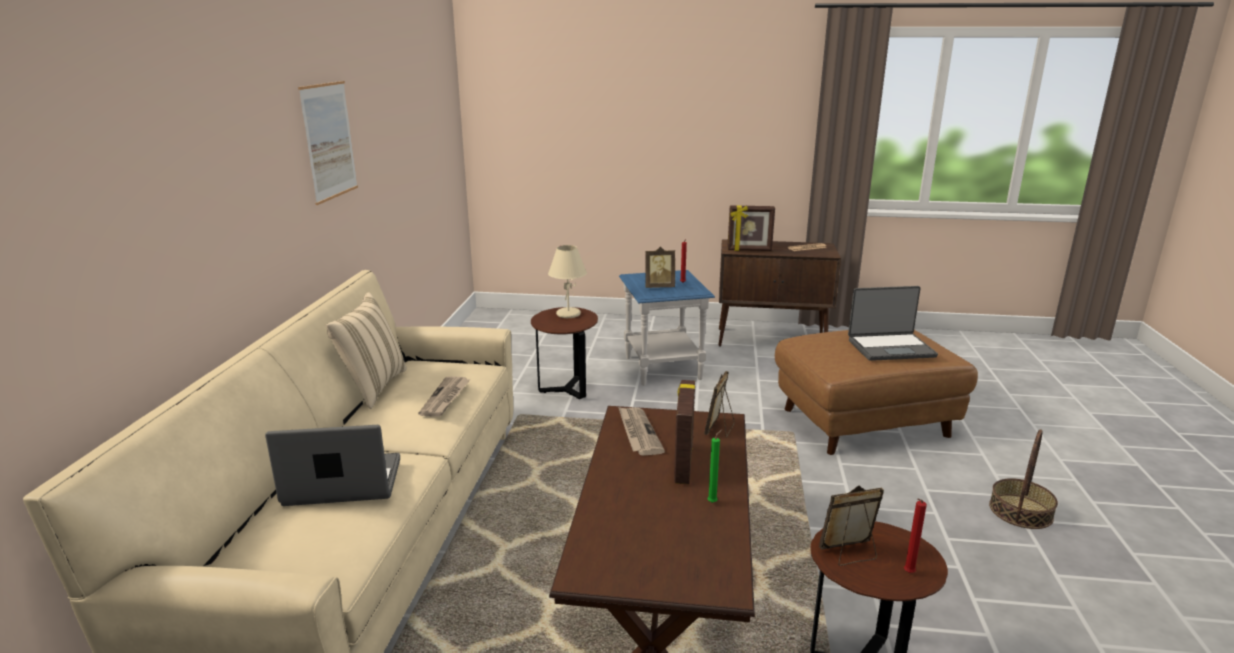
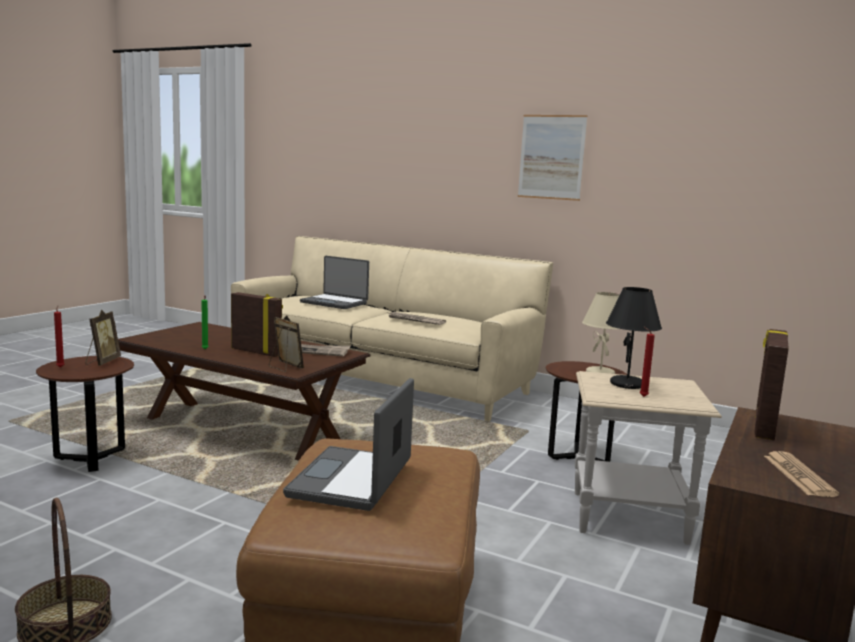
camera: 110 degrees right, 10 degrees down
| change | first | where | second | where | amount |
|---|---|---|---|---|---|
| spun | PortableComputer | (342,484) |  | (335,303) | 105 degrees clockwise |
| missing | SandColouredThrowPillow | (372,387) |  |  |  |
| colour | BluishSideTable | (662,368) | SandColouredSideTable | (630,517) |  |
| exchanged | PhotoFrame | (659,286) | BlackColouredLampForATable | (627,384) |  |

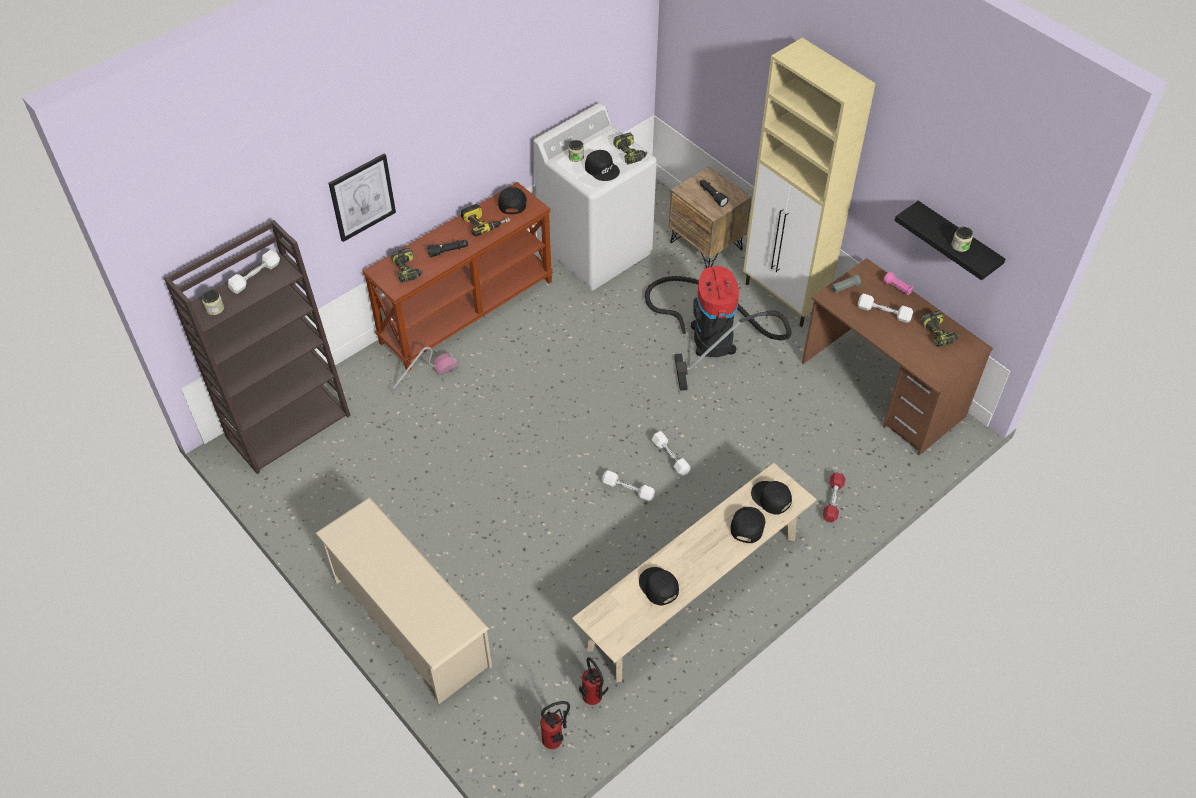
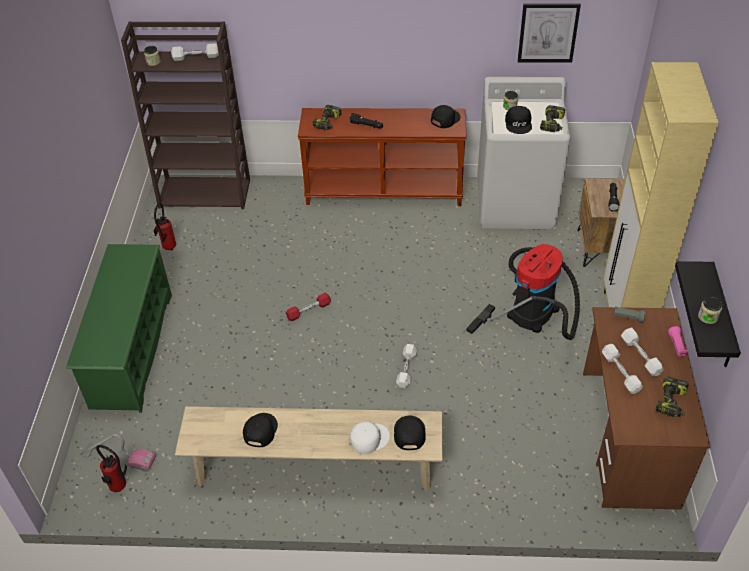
camera: 45 degrees right, 5 degrees down
| change | first | where | second | where | amount |
|---|---|---|---|---|---|
| colour | SandColouredShoeShelf | (410,622) | GreenishShoeShelf | (132,350) |  |
| relocated | WallArt | (362,197) |  | (548,33) |  |
| relocated | Vacuum | (423,376) |  | (119,457) |  |
| missing | PowerDrill | (485,222) |  |  |  |
| relocated | Extinguisher | (593,701) |  | (168,249) |  |
| relocated | WhitishHandWeight | (628,489) |  | (620,373) |  |
| colour | BlackColouredPeakedCap | (747,525) | WhitishPeakedCap | (368,438) |  |
| relocated | RedHandWeight | (833,501) |  | (309,310) |  |

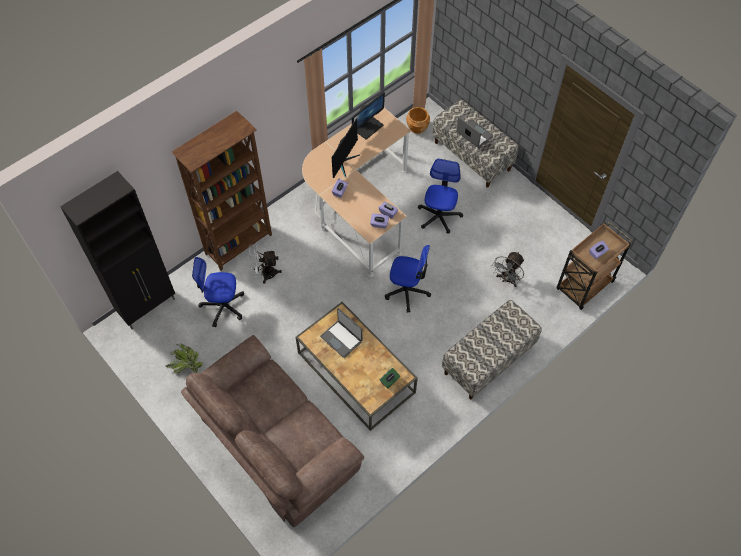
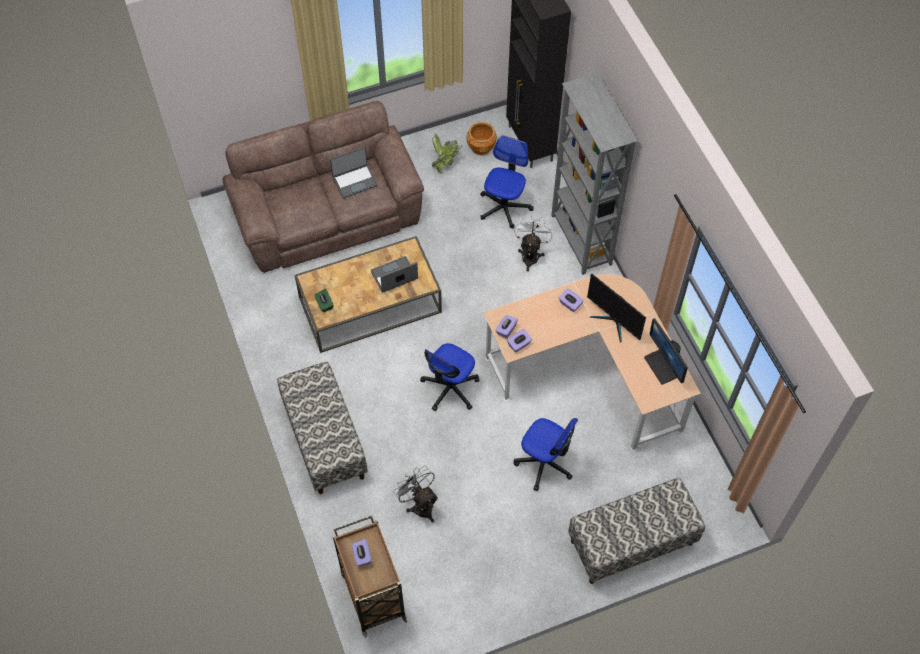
camera: 110 degrees right, 0 degrees up
| change | first | where | second | where | amount |
|---|---|---|---|---|---|
| colour | BrownShelvingUnit | (239,244) | GreyShelvingUnit | (580,240) |  |
| relocated | BrownPlantPot | (417,127) |  | (481,147) |  |
| relocated | PortableComputer | (474,135) |  | (354,181) |  |

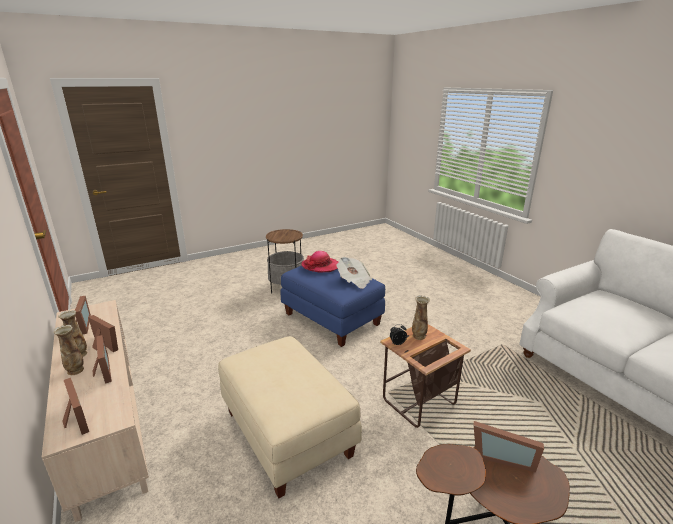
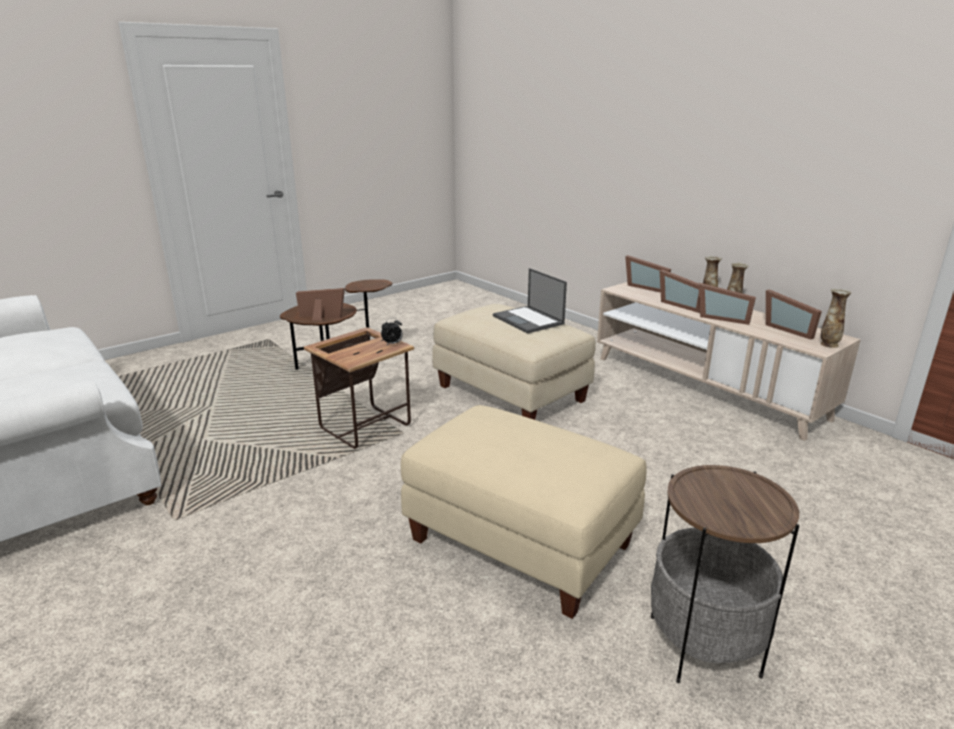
camera: 170 degrees right, 0 degrees up
| change | first | where | second | where | amount |
|---|---|---|---|---|---|
| colour | BluishFootrest | (332,319) | SandColouredFootrest | (518,543) |  |
| missing | Hat | (320,266) |  |  |  |
| missing | Newspaper | (354,281) |  |  |  |
| relocated | FlowerVase | (418,336) |  | (829,344) |  |
| appeared |  |  | PortableComputer | (529,320) |  |

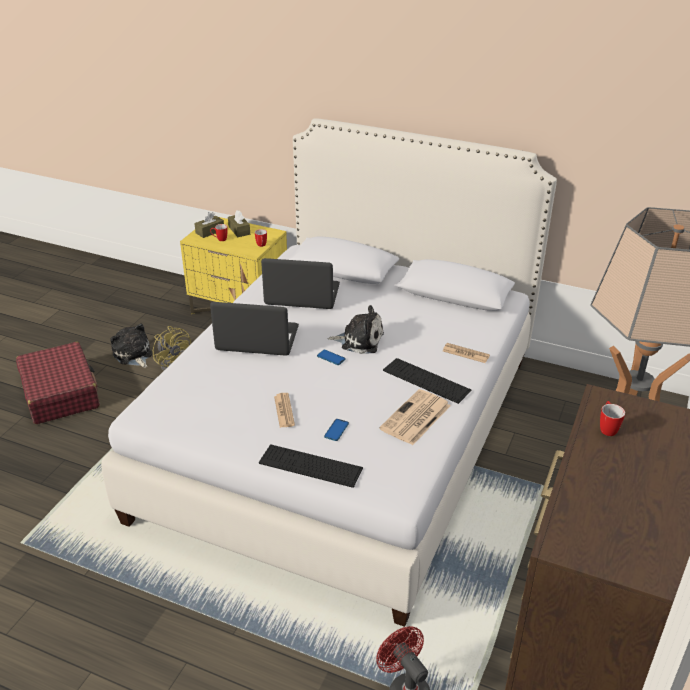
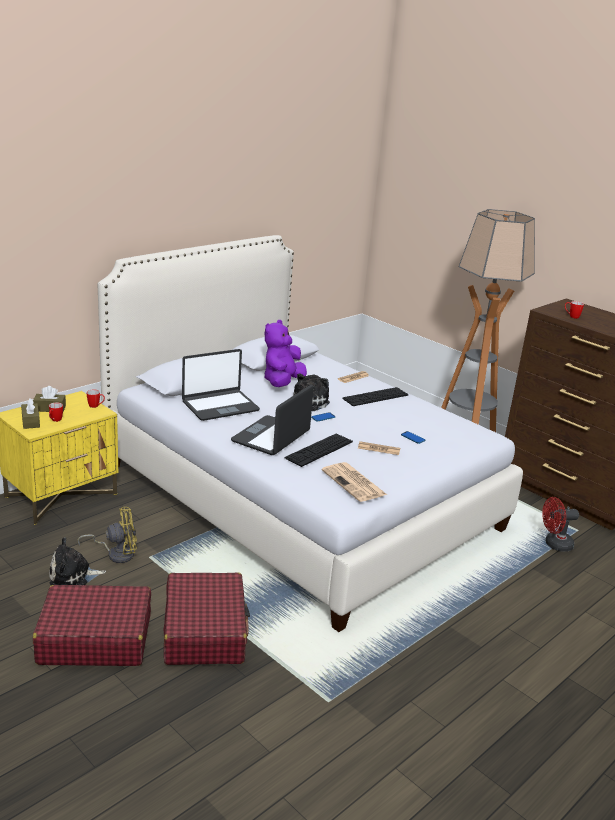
camera: 70 degrees left, 10 degrees down
| change | first | where | second | where | amount |
|---|---|---|---|---|---|
| relocated | PcKeyboard | (310,466) |  | (319,450) |  |
| spun | PortableComputer | (302,296) |  | (220,406) | 150 degrees counterclockwise |
| relocated | Newspaper | (415,418) |  | (354,483) |  |
| appeared |  |  | RedTravelCase | (205,631) |  |
| appeared |  |  | PurplePlushToy | (282,382) |  |

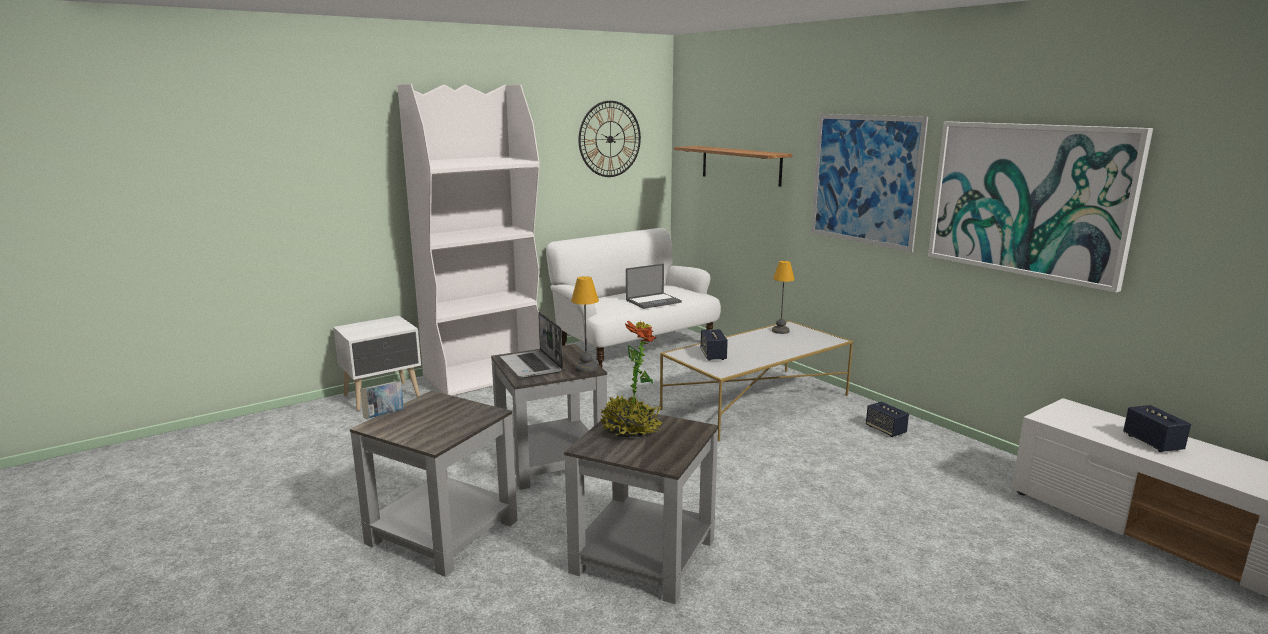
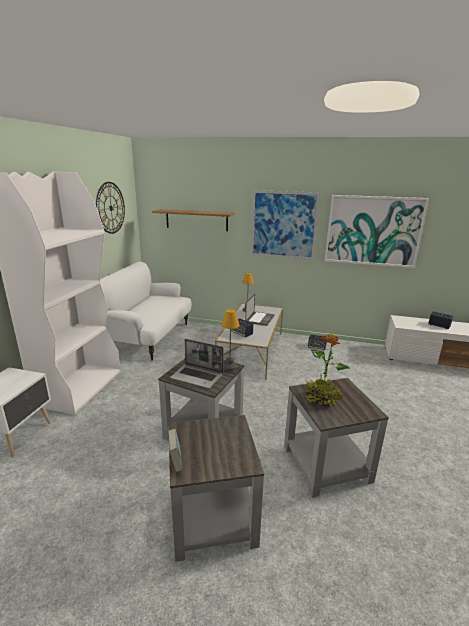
camera: 40 degrees left, 5 degrees up
| change | first | where | second | where | amount |
|---|---|---|---|---|---|
| relocated | PortableComputer | (654,301) |  | (260,318) |  |

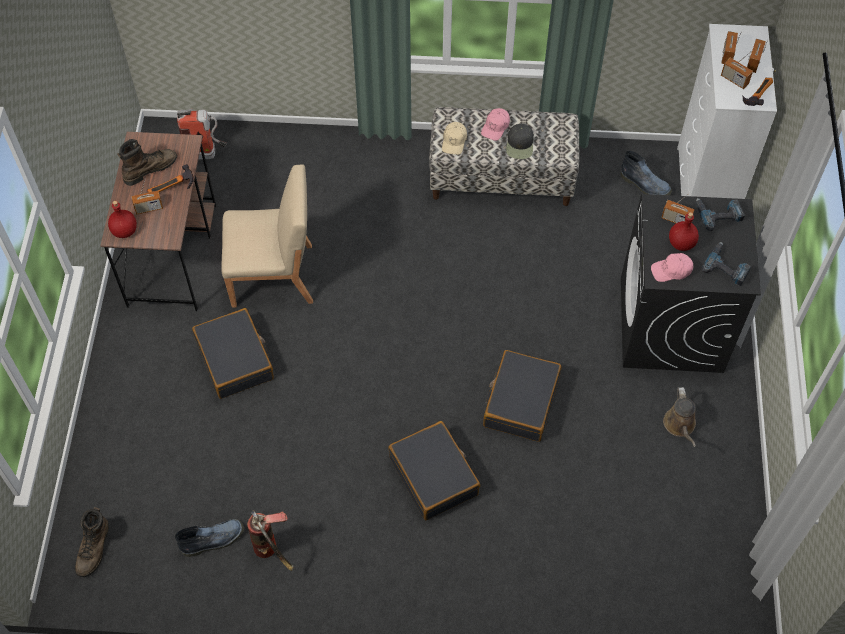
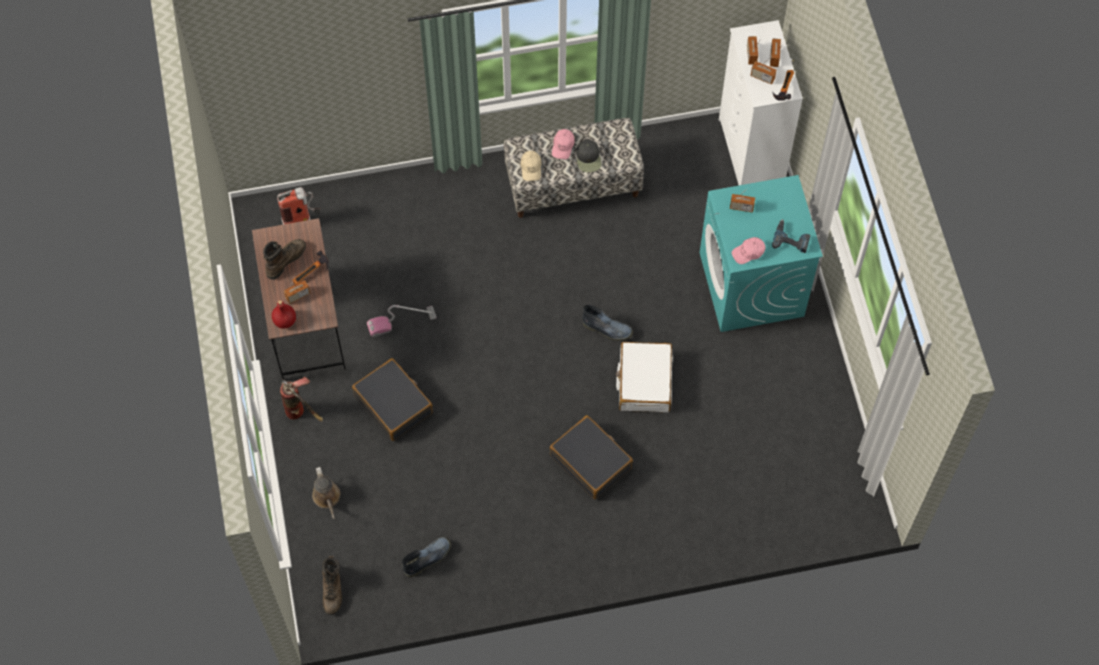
camera: 15 degrees left, 5 degrees up
| change | first | where | second | where | amount |
|---|---|---|---|---|---|
| exchanged | SandColouredChair | (274,276) | Vacuum | (401,322) |  |
| relocated | Extinguisher | (273,552) |  | (301,413) |  |
| colour | BlackColouredTravelCase | (520,401) | WhitishTravelCase | (644,382) |  |
| relocated | TallBoot | (646,185) |  | (608,329) |  |
| colour | BlackColouredLaundryMachine | (671,325) | BlueGreenLaundryMachine | (752,285) |  |
| relocated | BrownWateringPot | (680,425) |  | (327,498) |  |
| missing | RedDrinkBottle | (681,243) |  |  |  |
| missing | PowerDrill | (718,214) |  |  |  |

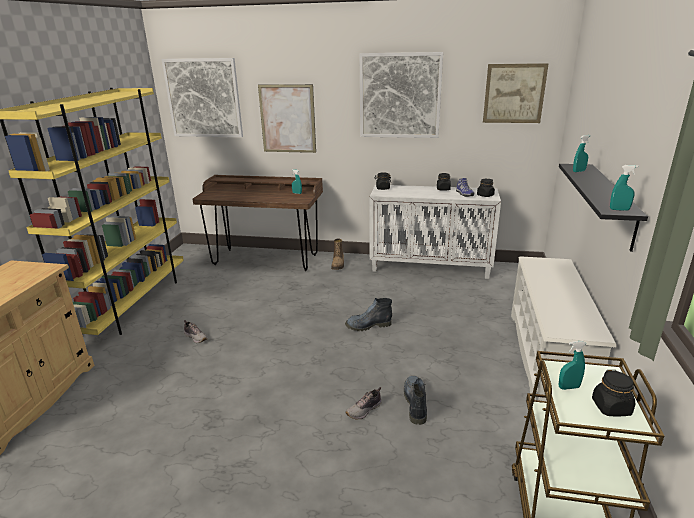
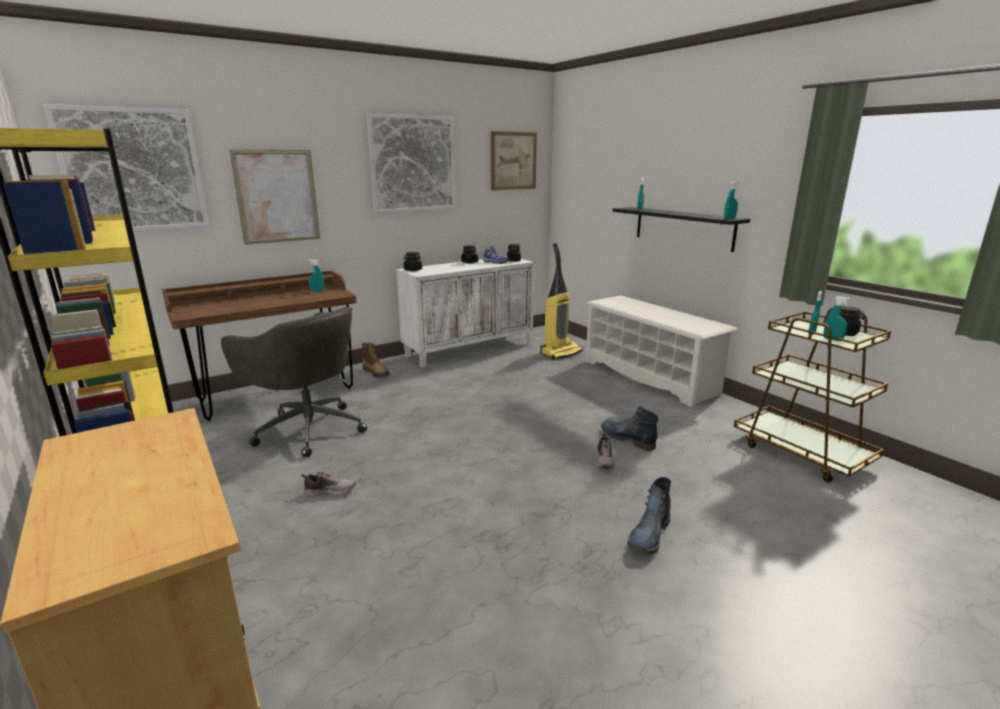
camera: 45 degrees left, 5 degrees down
| change | first | where | second | where | amount |
|---|---|---|---|---|---|
| relocated | TallBoot | (367,326) |  | (649,536) |  |
| appeared |  |  | GreyComputerChair | (308,429) |  |
| appeared |  |  | Vacuum | (560,352) |  |
| appeared |  |  | BlueGreenSprayBottle | (832,339) |  |

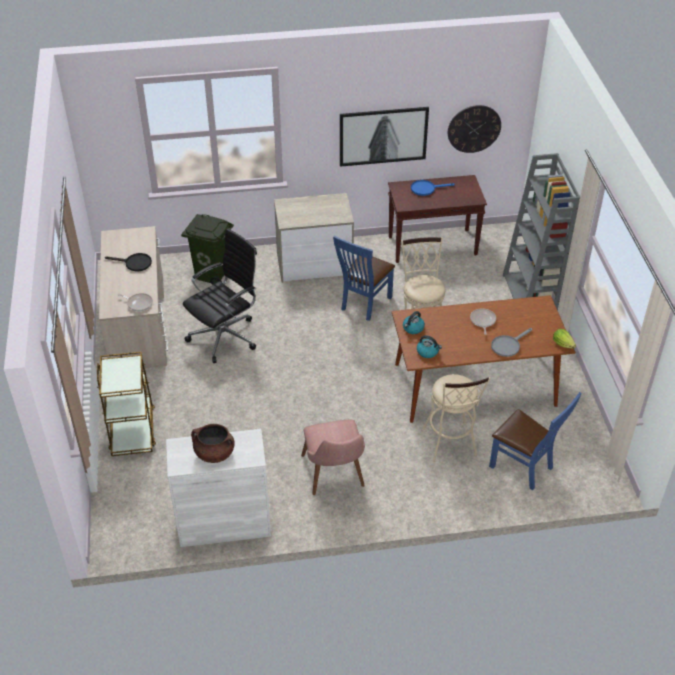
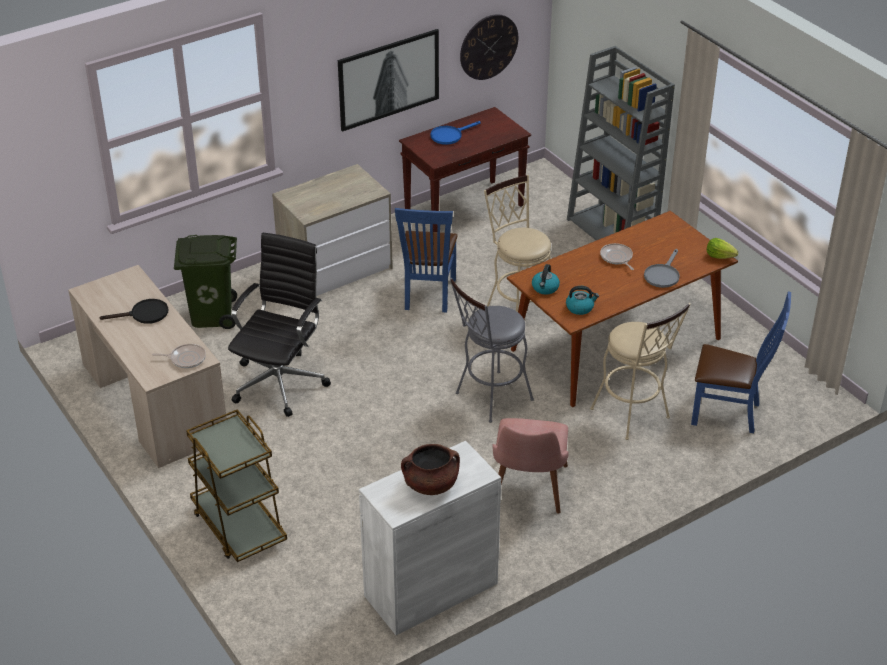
camera: 25 degrees left, 5 degrees down
| change | first | where | second | where | amount |
|---|---|---|---|---|---|
| spun | PinkishChair | (335,477) |  | (528,494) | 45 degrees clockwise |
| appeared |  |  | GreyStool | (489,399) |  |

